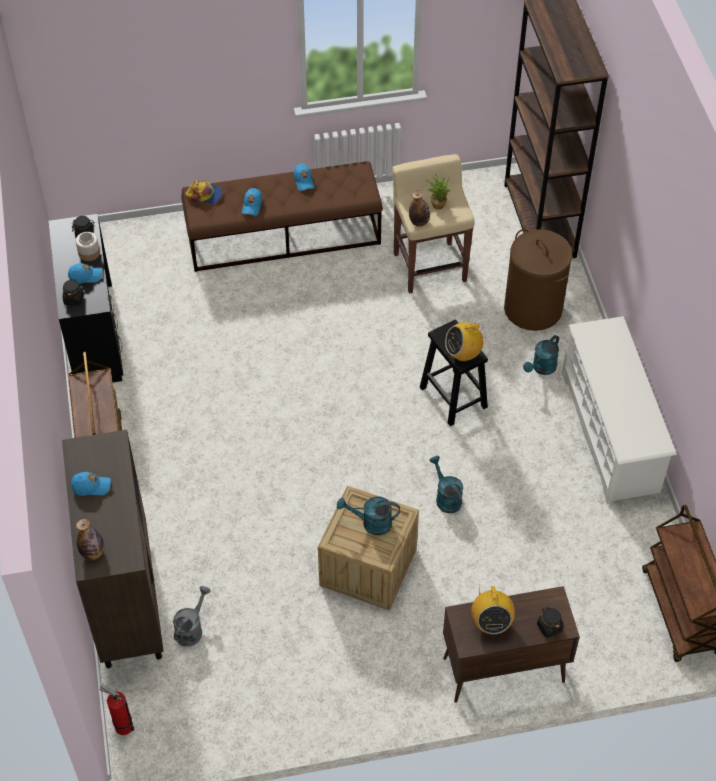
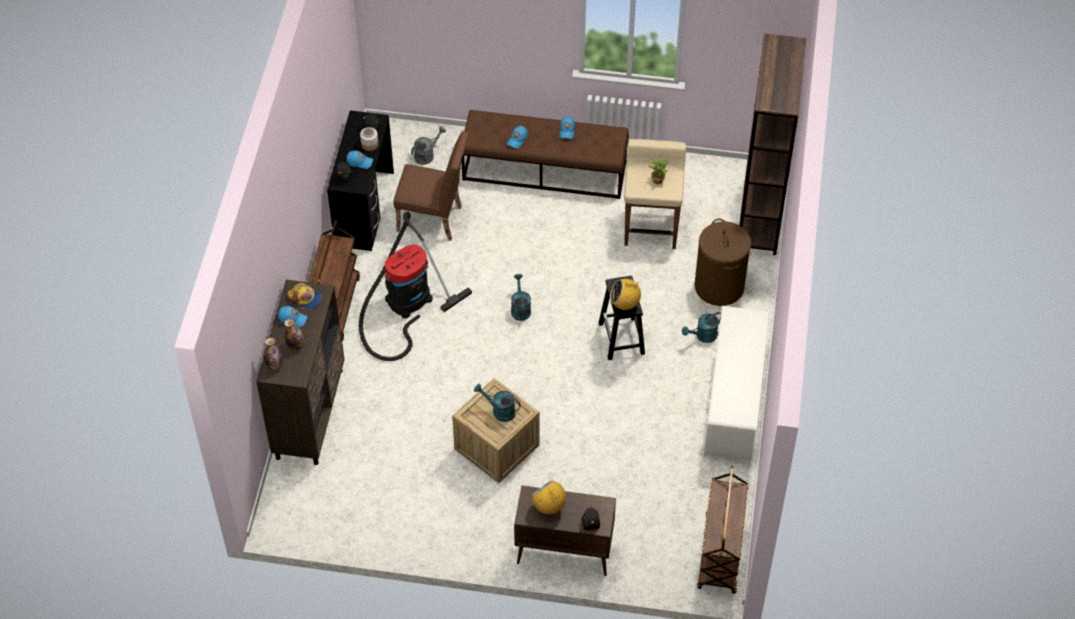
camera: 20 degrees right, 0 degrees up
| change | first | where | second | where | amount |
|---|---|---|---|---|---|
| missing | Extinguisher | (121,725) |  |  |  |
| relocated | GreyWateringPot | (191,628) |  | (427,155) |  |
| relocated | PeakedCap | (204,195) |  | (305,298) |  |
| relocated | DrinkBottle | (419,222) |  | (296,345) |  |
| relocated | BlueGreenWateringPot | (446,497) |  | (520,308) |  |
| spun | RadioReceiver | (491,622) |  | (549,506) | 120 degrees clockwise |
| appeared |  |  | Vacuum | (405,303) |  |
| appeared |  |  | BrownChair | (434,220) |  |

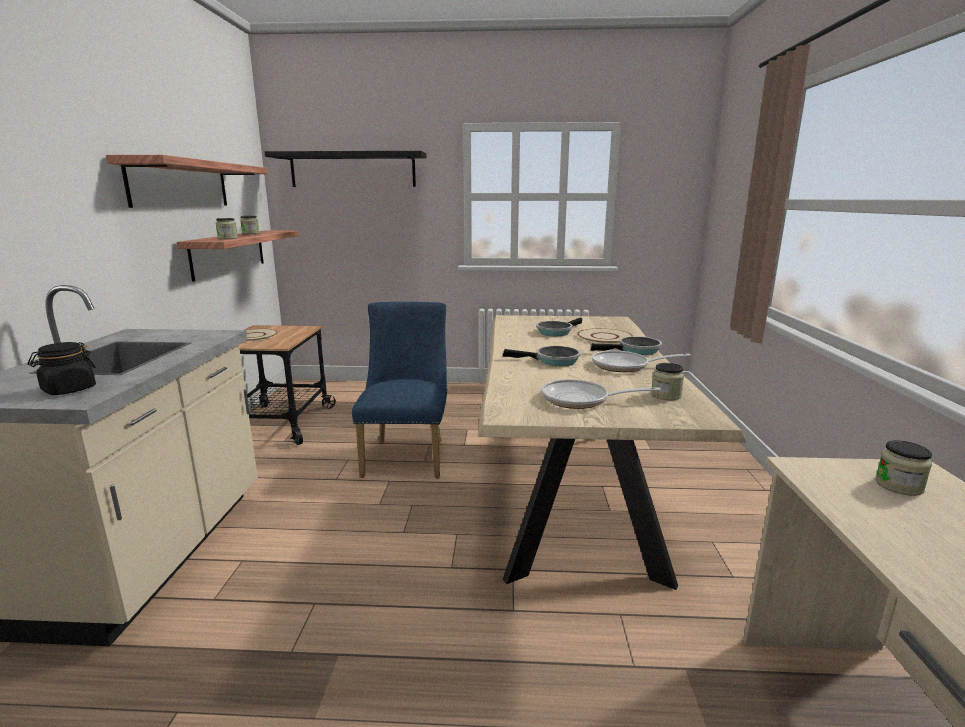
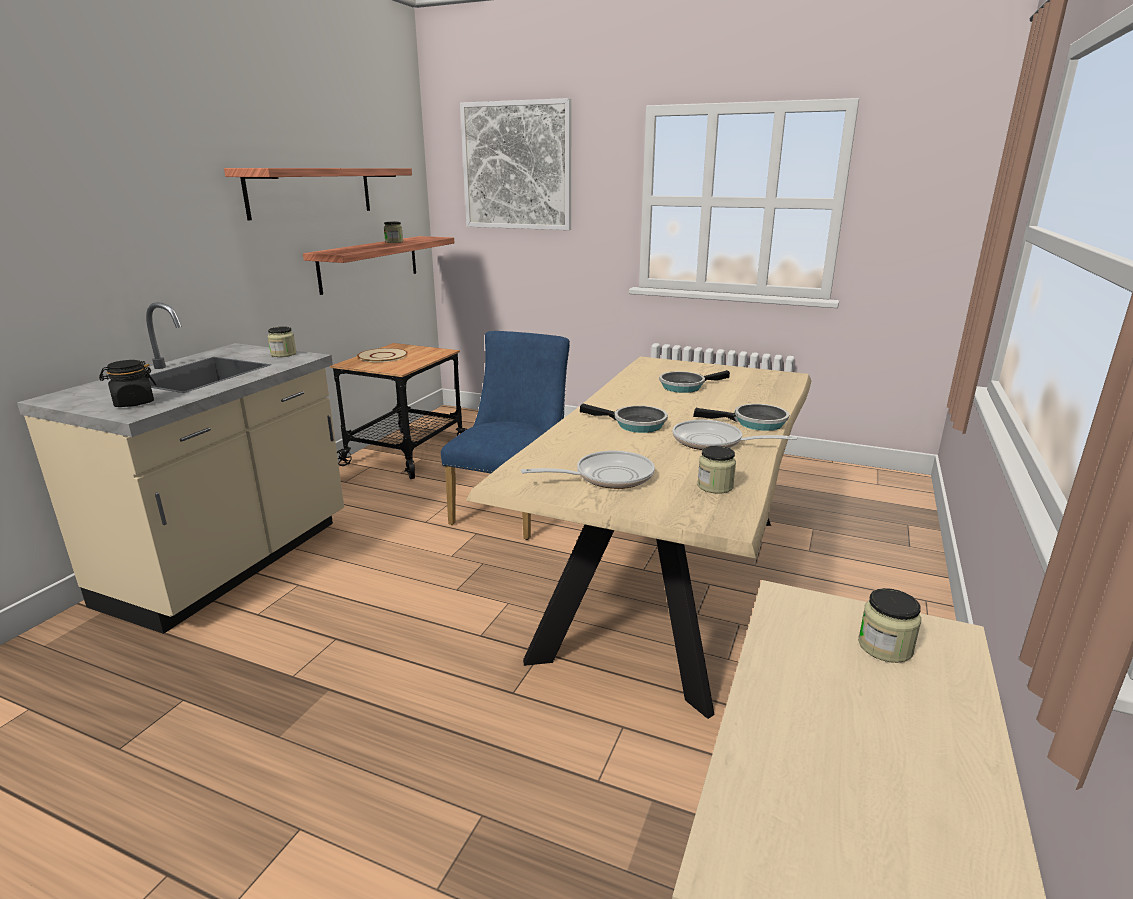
camera: 20 degrees right, 5 degrees up
| change | first | where | second | where | amount |
|---|---|---|---|---|---|
| relocated | Jar | (228,238) |  | (283,354) |  |
| exchanged | BlackColouredWallShelf | (353,170) | WallArt | (517,166) |  |
| spun | Skillet | (581,400) |  | (607,477) | 135 degrees clockwise |
| missing | SandColouredPlate | (604,337) |  |  |  |

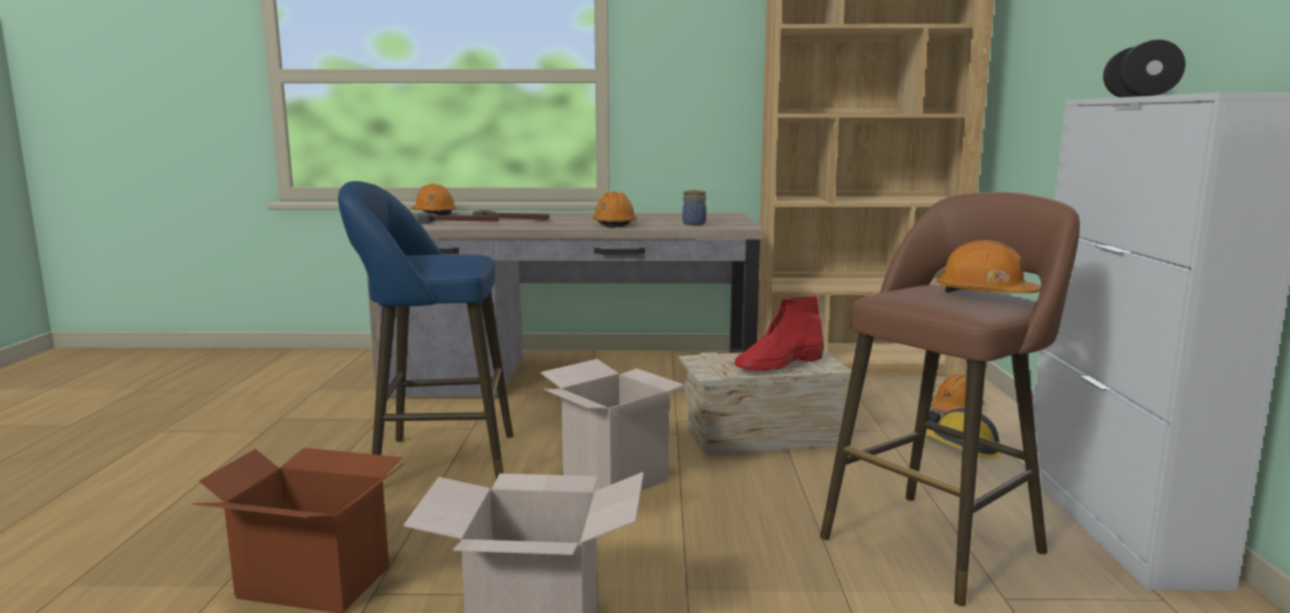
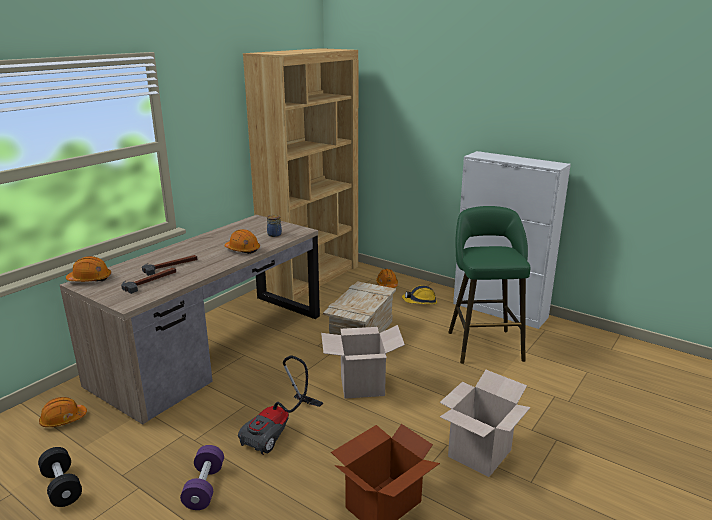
camera: 55 degrees left, 10 degrees up
| change | first | where | second | where | amount |
|---|---|---|---|---|---|
| exchanged | BluishStool | (436,461) | Vacuum | (280,430) |  |
| missing | RedTallBoot | (779,365) |  |  |  |
| colour | BrownStool | (938,541) | GreenishStool | (483,343) |  |
| relocated | OrangeColouredHardHat | (985,295) |  | (63,419) |  |
| relocated | BlackColouredHandWeight | (1138,97) |  | (62,487) |  |
| appeared |  |  | PurpleHandWeight | (204,487) |  |

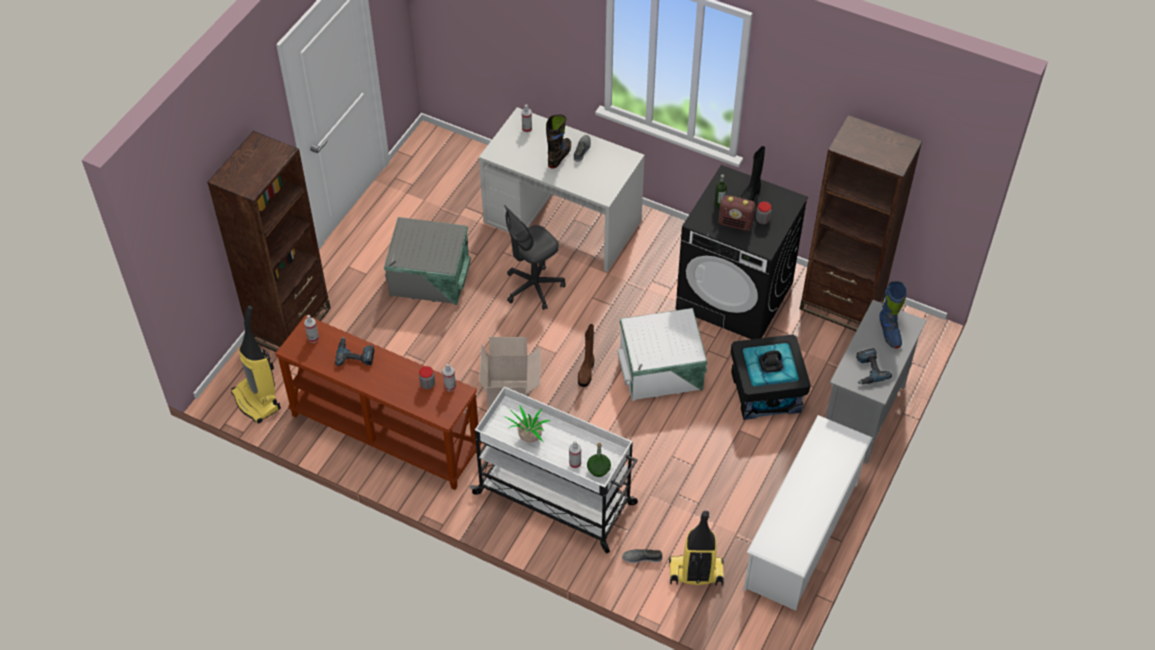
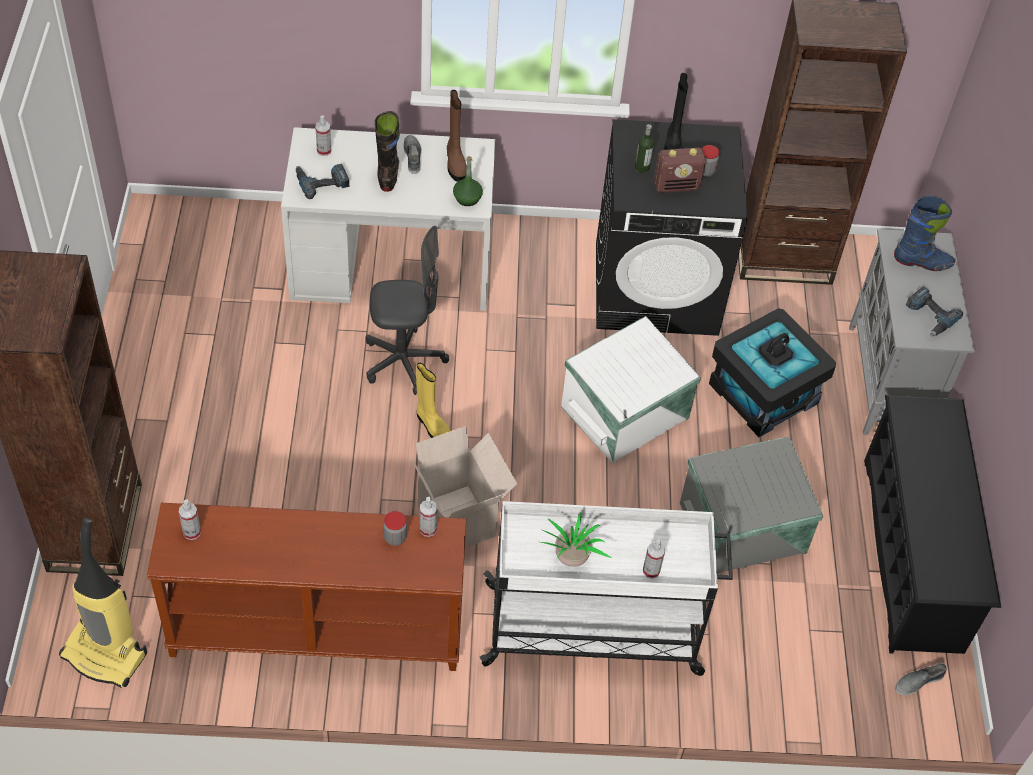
camera: 30 degrees left, 0 degrees up
| change | first | where | second | where | amount |
|---|---|---|---|---|---|
| relocated | PowerDrill | (355,354) |  | (321,181) |  |
| relocated | GreyStorageContainer | (430,279) |  | (744,529) |  |
| spun | GreyComputerChair | (533,287) |  | (404,362) | 120 degrees counterclockwise |
| relocated | BrownTallBoot | (586,371) |  | (455,163) |  |
| relocated | GreenishDrinkBottle | (598,469) |  | (467,198) |  |
| relocated | GreyItemOfFootwear | (642,557) |  | (918,681) |  |
| missing | Vacuum | (695,574) |  |  |  |
| colour | WhitishShoeShelf | (802,535) | BlackColouredShoeShelf | (912,554) |  |
| spun | BluishTallBoot | (889,333) |  | (922,262) | 45 degrees counterclockwise |
| appeared |  |  | YellowColouredTallBoot | (432,426) |  |

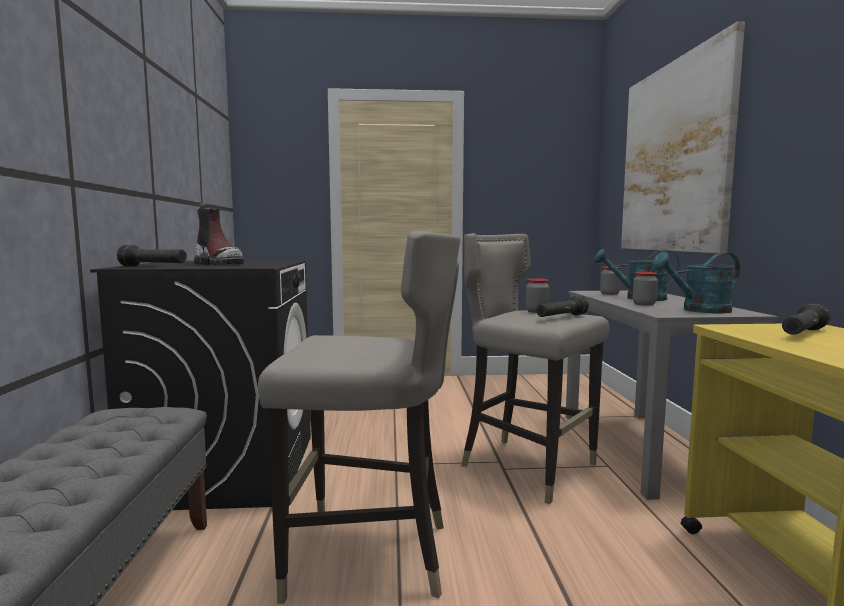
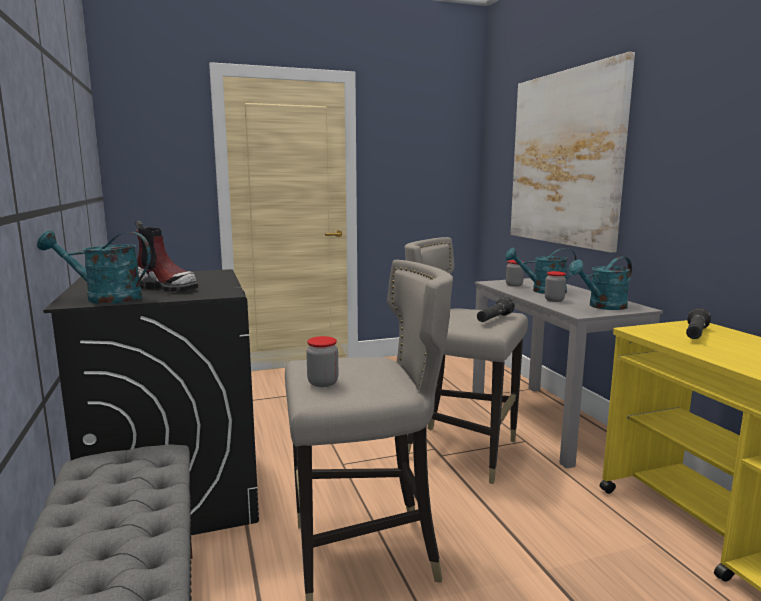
camera: 15 degrees left, 5 degrees up
| change | first | where | second | where | amount |
|---|---|---|---|---|---|
| exchanged | BlackColouredFlashlight | (154,266) | BlueGreenWateringPot | (104,298) |  |
| relocated | Jar | (536,311) |  | (323,383) |  |

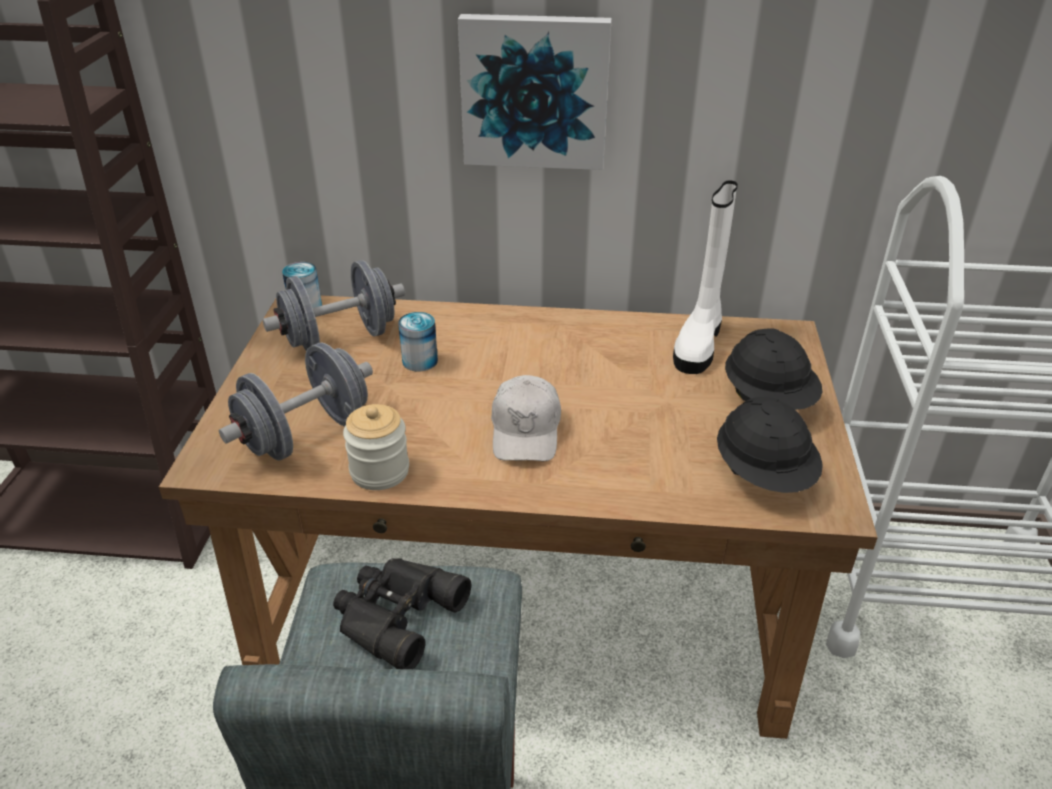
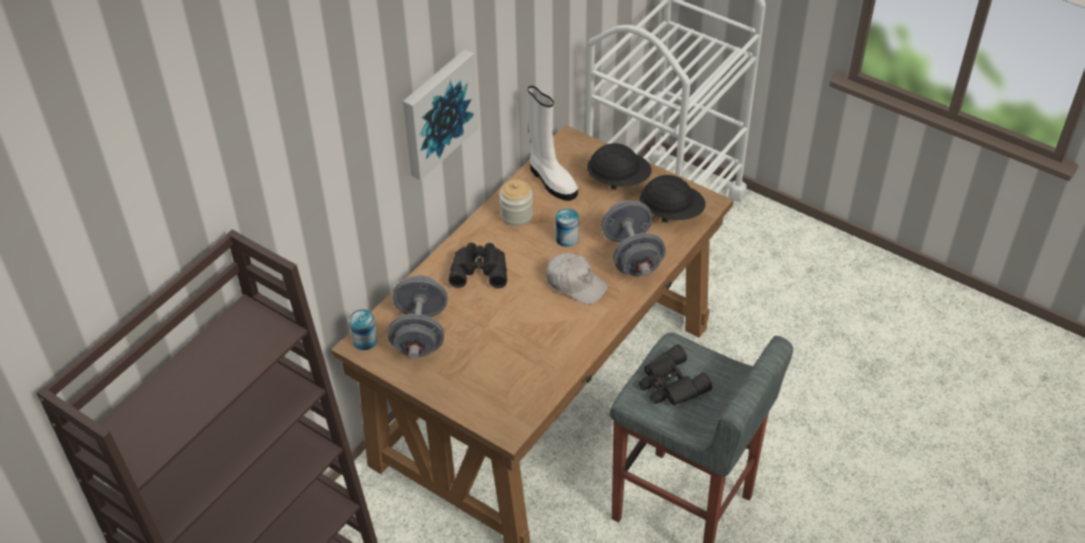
camera: 60 degrees left, 10 degrees up
| change | first | where | second | where | amount |
|---|---|---|---|---|---|
| relocated | GreyHandWeight | (306,435) |  | (632,256) |  |
| relocated | Jar | (379,471) |  | (516,215) |  |
| relocated | Can | (420,361) |  | (567,238) |  |
| appeared |  |  | BlackColouredPairOfBinoculars | (479,268) |  |

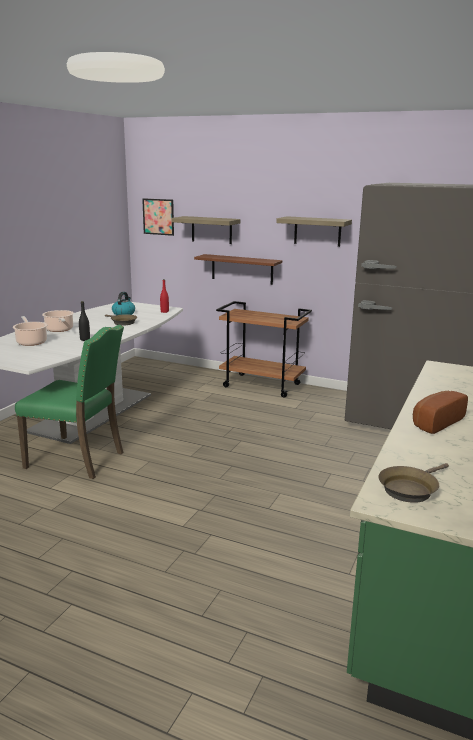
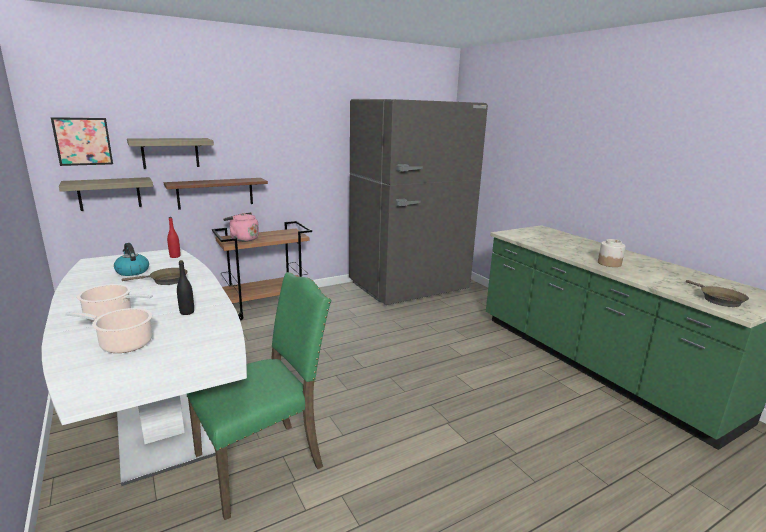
camera: 55 degrees left, 0 degrees up
| change | first | where | second | where | amount |
|---|---|---|---|---|---|
| relocated | WallShelf | (317,231) |  | (109,193) |  |
| exchanged | Bread | (435,422) | Jar | (609,263) |  |
| appeared |  |  | PinkishKettle | (243,239) |  |

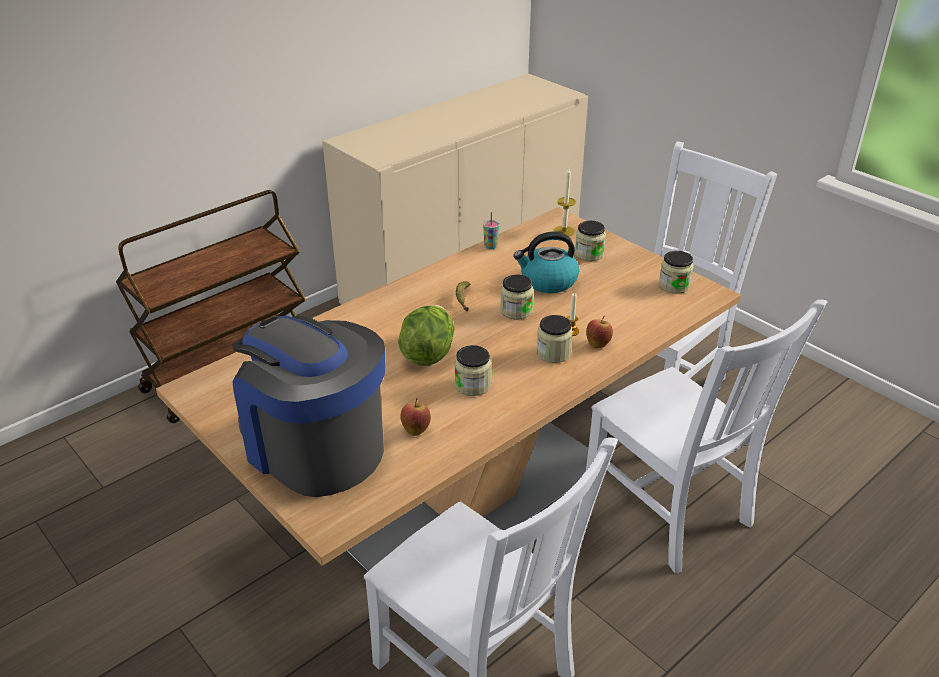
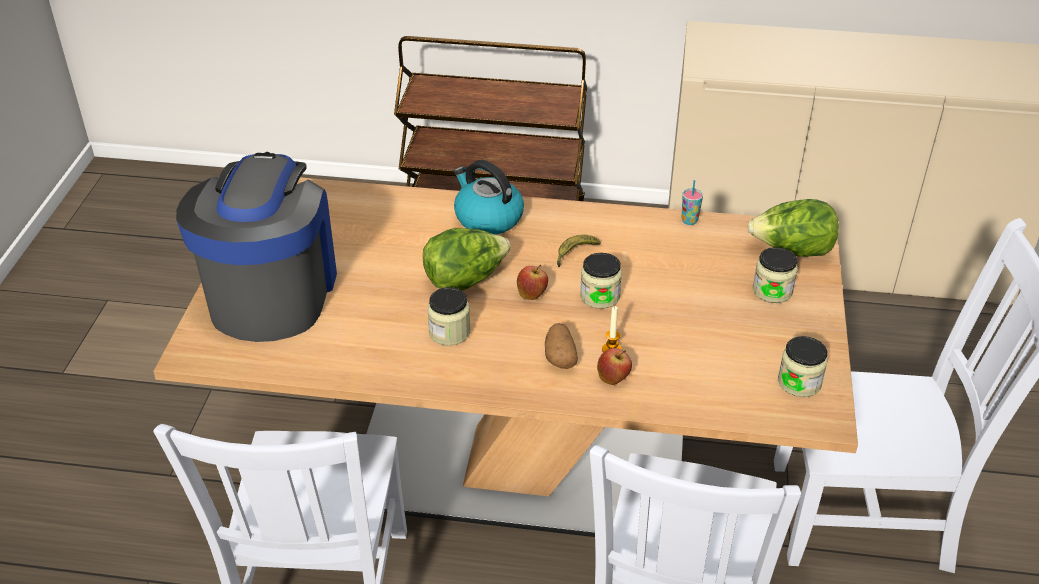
camera: 50 degrees right, 5 degrees up
| change | first | where | second | where | amount |
|---|---|---|---|---|---|
| relocated | AppleFruit | (416,429) |  | (532,294) |  |
| relocated | Kettle | (547,281) |  | (487,218) |  |
| exchanged | Jar | (553,353) | Spud | (560,356) |  |
| exchanged | WaxCandle | (564,231) | HeadOfLettuce | (791,251) |  |

